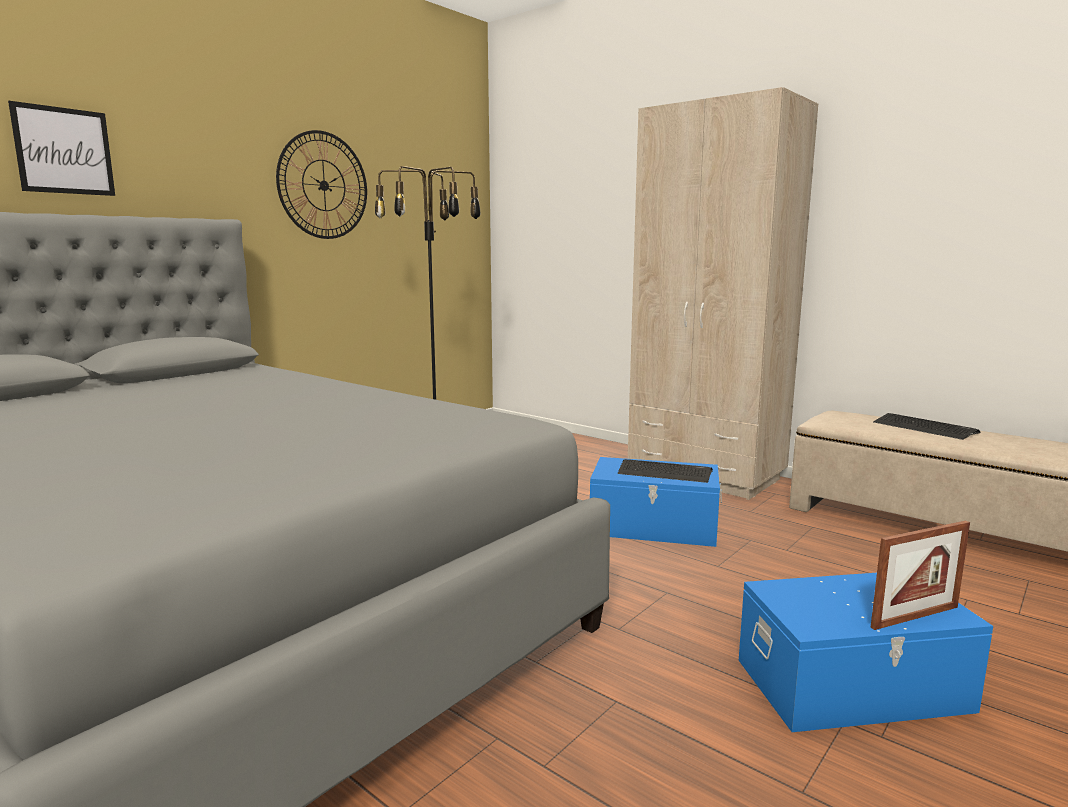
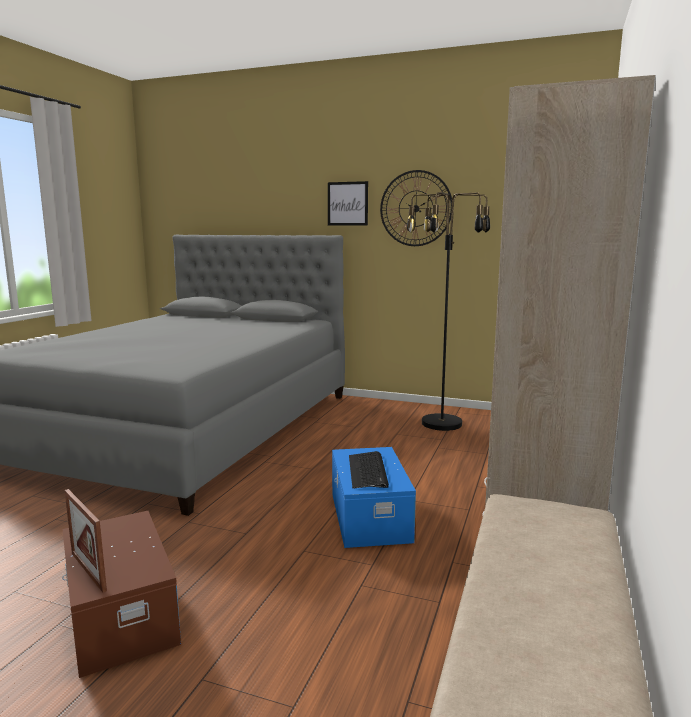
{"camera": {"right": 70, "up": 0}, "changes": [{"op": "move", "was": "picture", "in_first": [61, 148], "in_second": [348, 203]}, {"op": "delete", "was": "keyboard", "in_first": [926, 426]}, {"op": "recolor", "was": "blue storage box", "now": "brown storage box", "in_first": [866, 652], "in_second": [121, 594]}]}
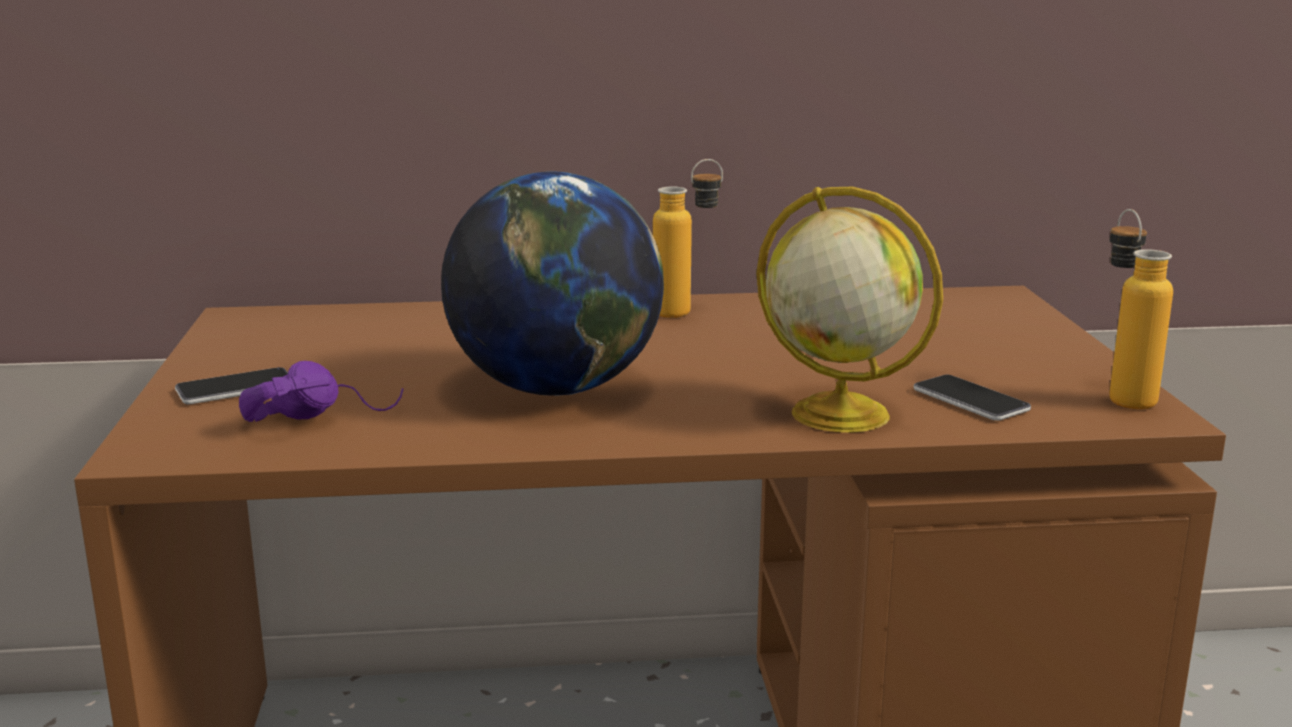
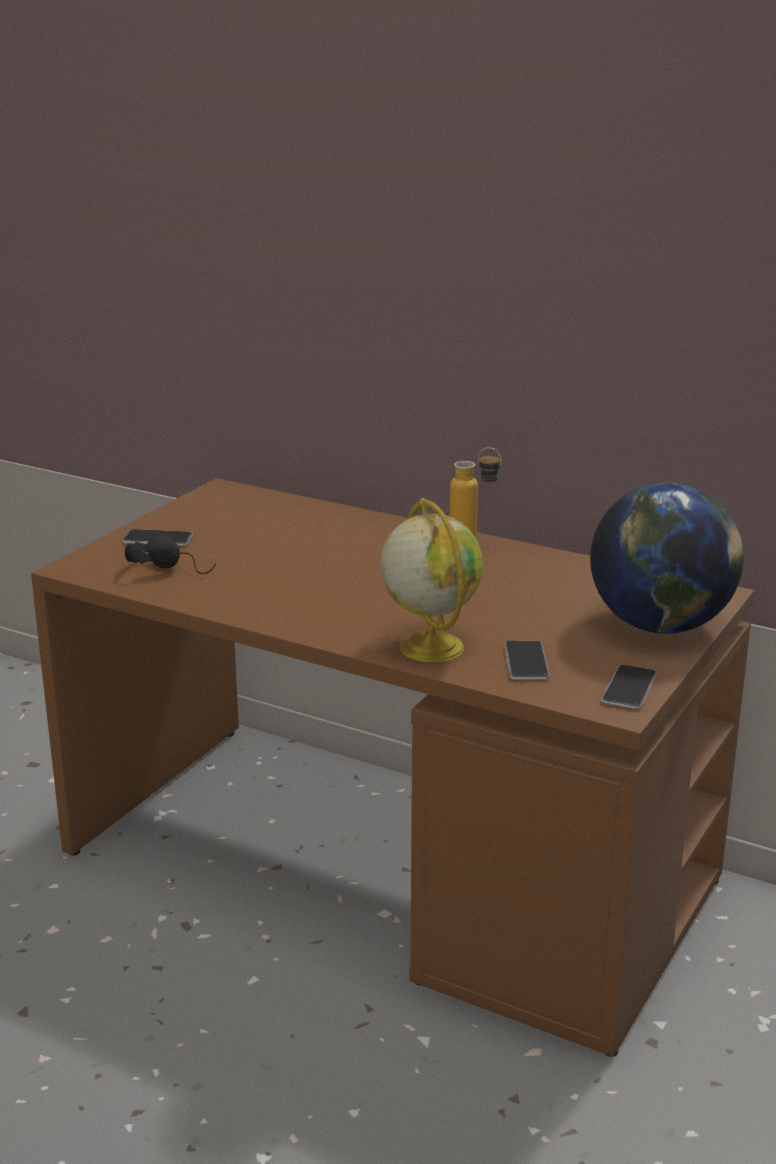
{"camera": {"right": 35, "up": 5}, "changes": [{"op": "move", "was": "globe", "in_first": [552, 283], "in_second": [667, 558]}, {"op": "replace", "was": "bottle", "now": "phone", "in_first": [1141, 309], "in_second": [629, 687]}, {"op": "recolor", "was": "purple headphones", "now": "black headphones", "in_first": [321, 391], "in_second": [170, 554]}]}
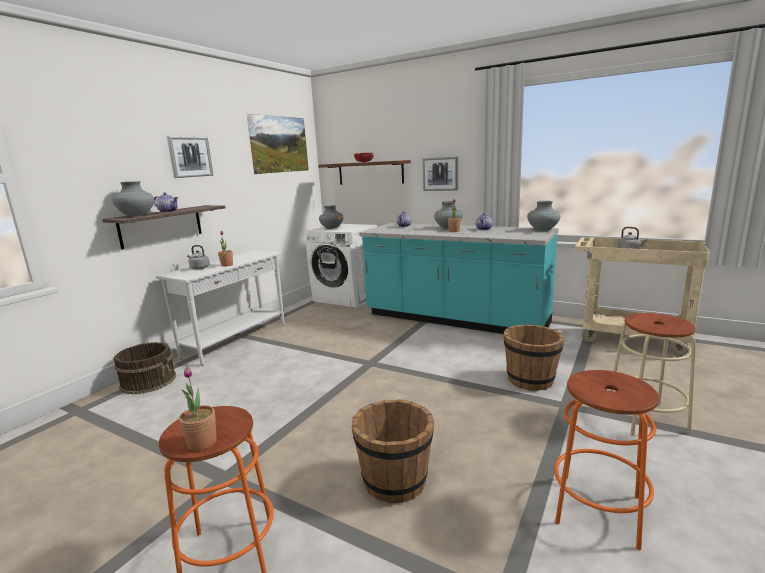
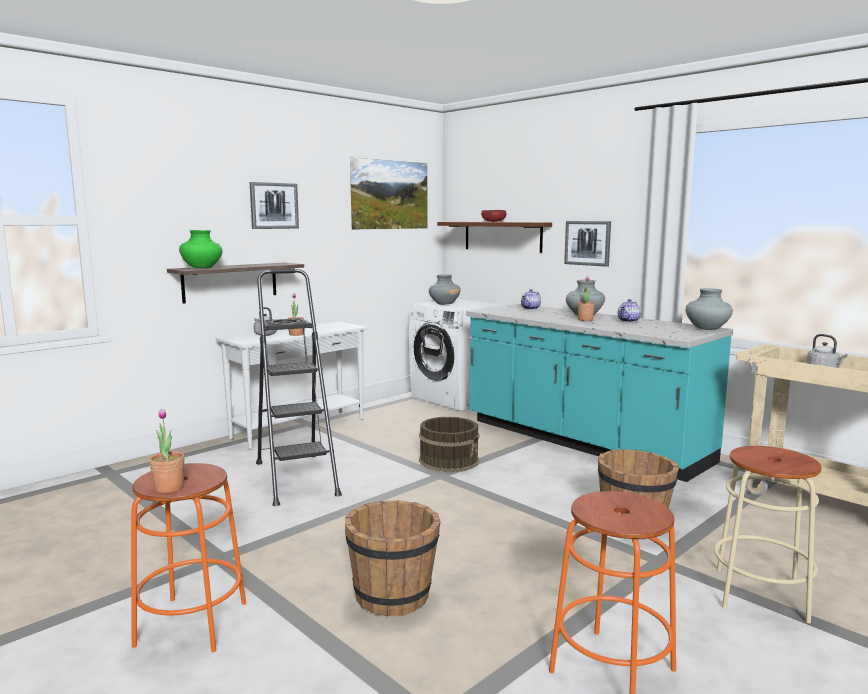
{"camera": {"right": 15, "up": -5}, "changes": [{"op": "recolor", "was": "grey vase", "now": "green vase", "in_first": [133, 198], "in_second": [201, 249]}, {"op": "delete", "was": "teapot", "in_first": [166, 203]}, {"op": "move", "was": "brown bucket", "in_first": [145, 368], "in_second": [449, 444]}, {"op": "insert", "now": "step ladder", "in_second": [299, 387]}]}
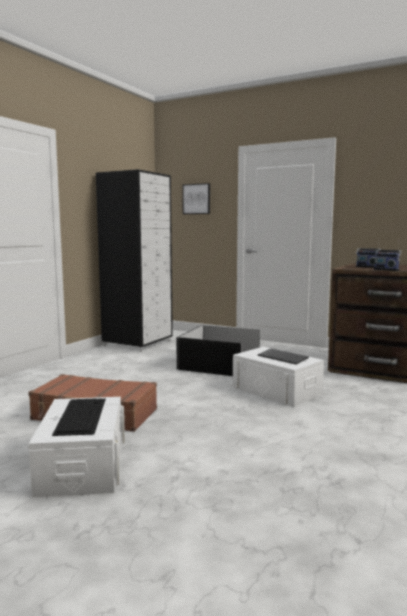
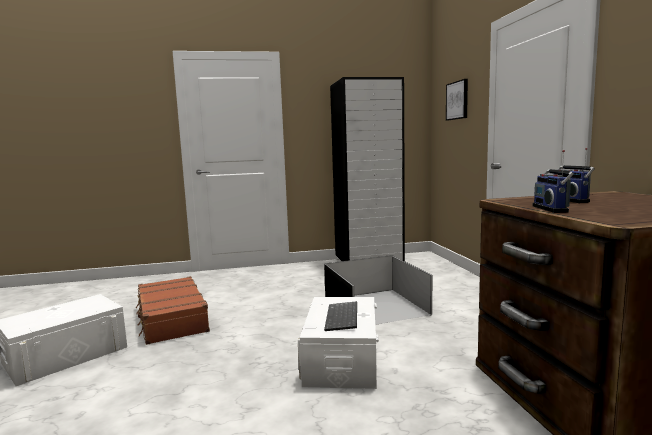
{"camera": {"right": 50, "up": 0}, "changes": [{"op": "delete", "was": "keyboard", "in_first": [79, 417]}]}
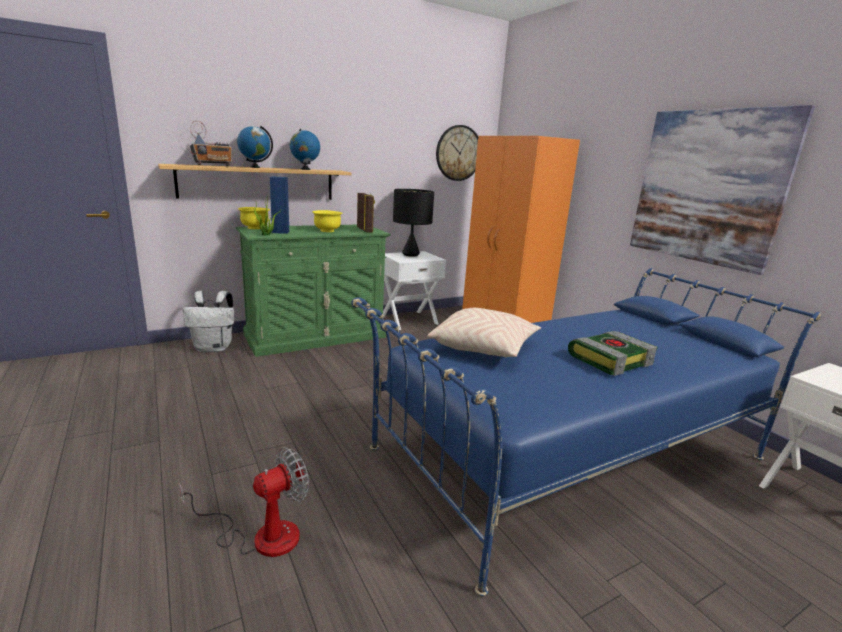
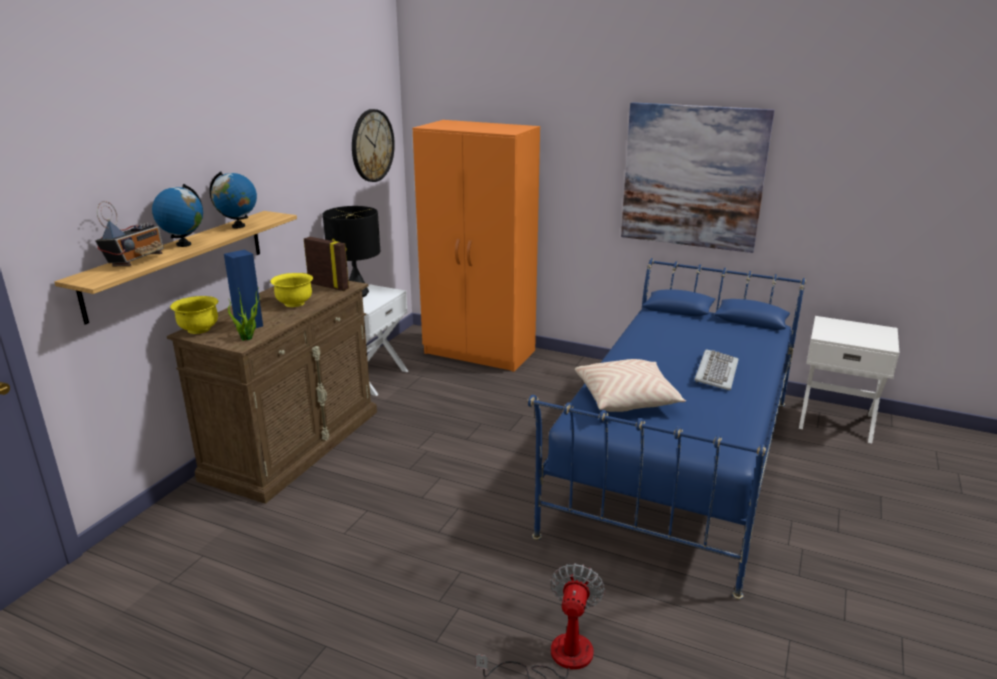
{"camera": {"right": -35, "up": 5}, "changes": [{"op": "recolor", "was": "green dresser", "now": "brown dresser", "in_first": [313, 291], "in_second": [272, 388]}, {"op": "delete", "was": "white backpack", "in_first": [208, 321]}, {"op": "replace", "was": "book", "now": "keyboard", "in_first": [612, 353], "in_second": [716, 369]}]}
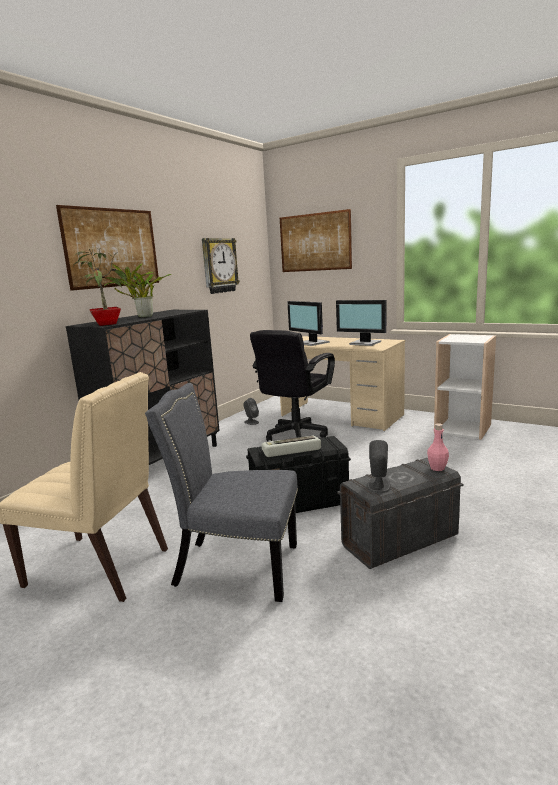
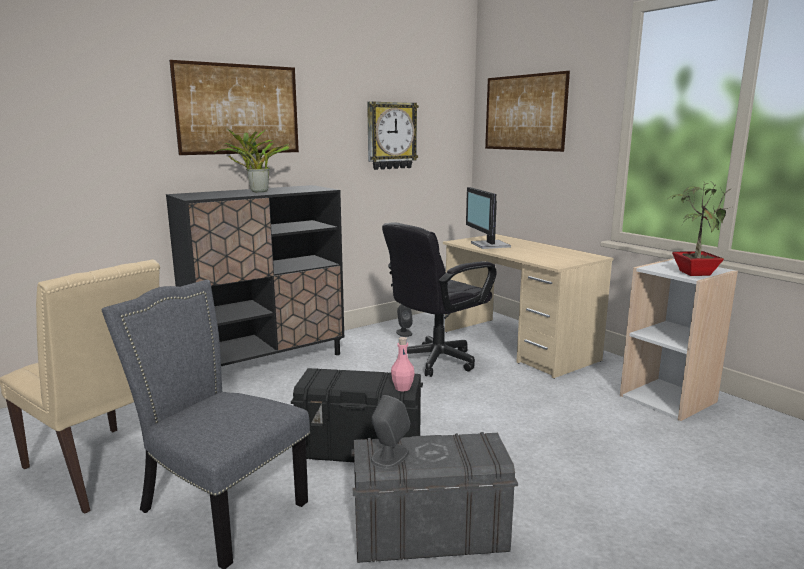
{"camera": {"right": 20, "up": 0}, "changes": [{"op": "move", "was": "potted plant", "in_first": [100, 287], "in_second": [700, 229]}, {"op": "delete", "was": "monitor", "in_first": [361, 323]}, {"op": "move", "was": "pink bottle", "in_first": [438, 447], "in_second": [403, 364]}, {"op": "delete", "was": "keyboard", "in_first": [291, 446]}]}
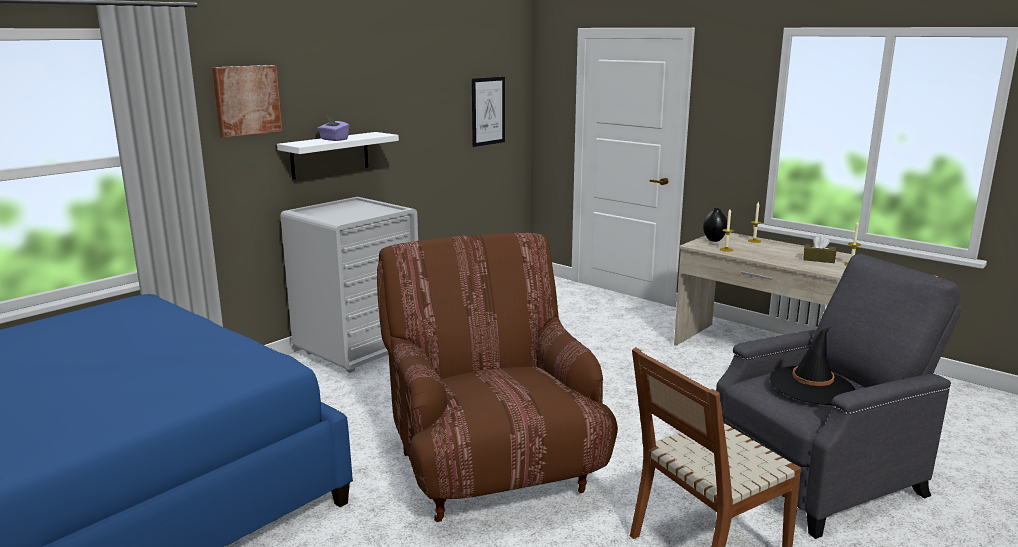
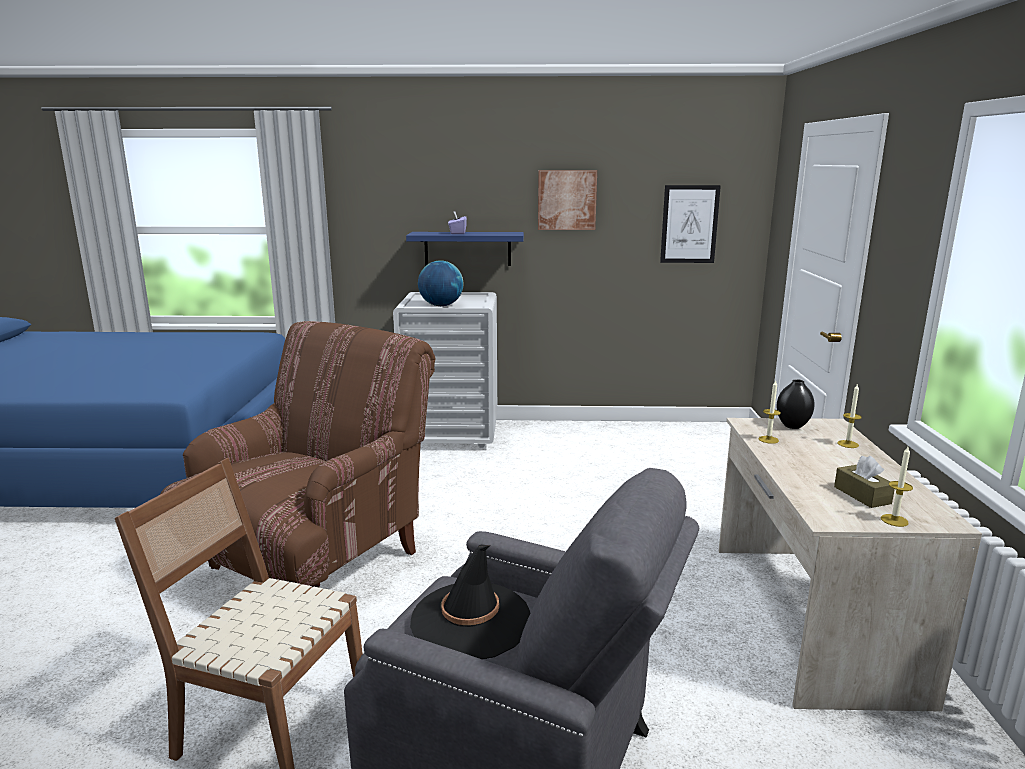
{"camera": {"right": 50, "up": 0}, "changes": [{"op": "move", "was": "picture", "in_first": [247, 101], "in_second": [567, 200]}, {"op": "recolor", "was": "white shelf", "now": "blue shelf", "in_first": [338, 155], "in_second": [465, 249]}, {"op": "insert", "now": "globe", "in_second": [440, 283]}]}
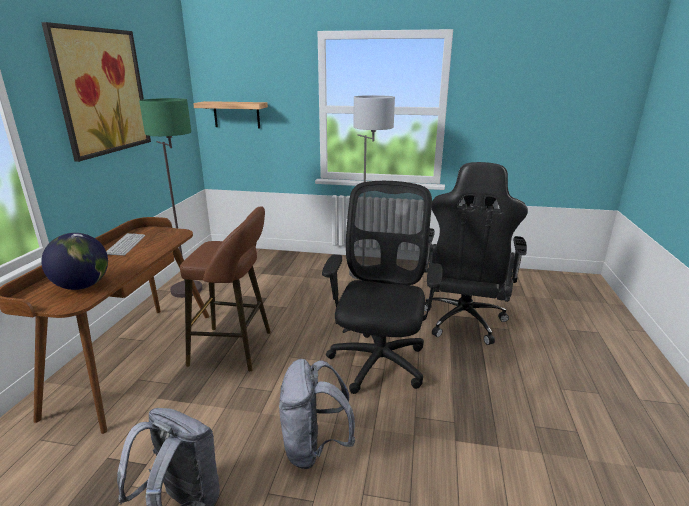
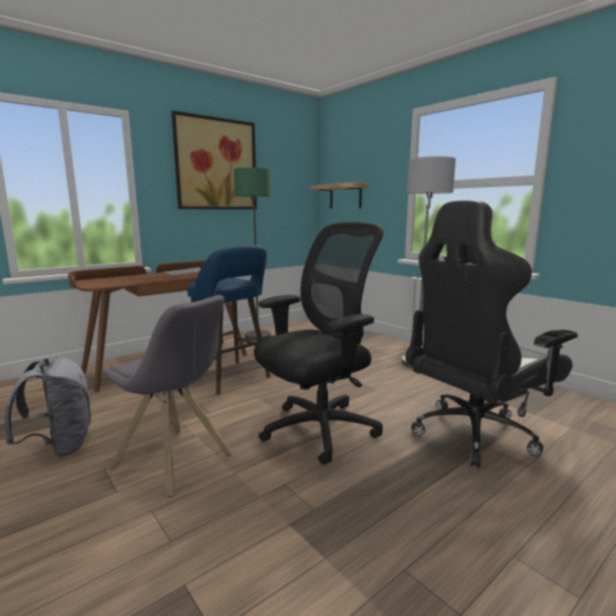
{"camera": {"right": 40, "up": -10}, "changes": [{"op": "recolor", "was": "brown stool", "now": "blue stool", "in_first": [225, 289], "in_second": [228, 320]}, {"op": "delete", "was": "globe", "in_first": [74, 261]}, {"op": "replace", "was": "grey backpack", "now": "grey chair", "in_first": [317, 414], "in_second": [167, 396]}]}
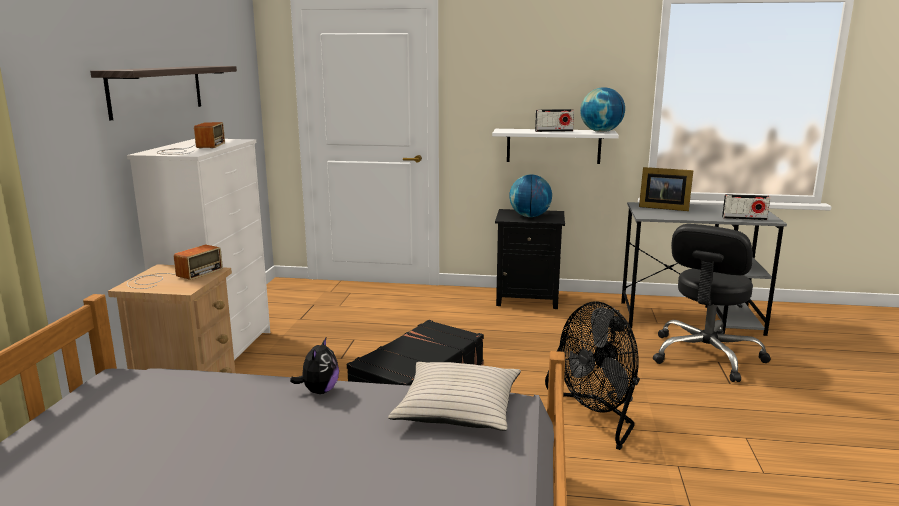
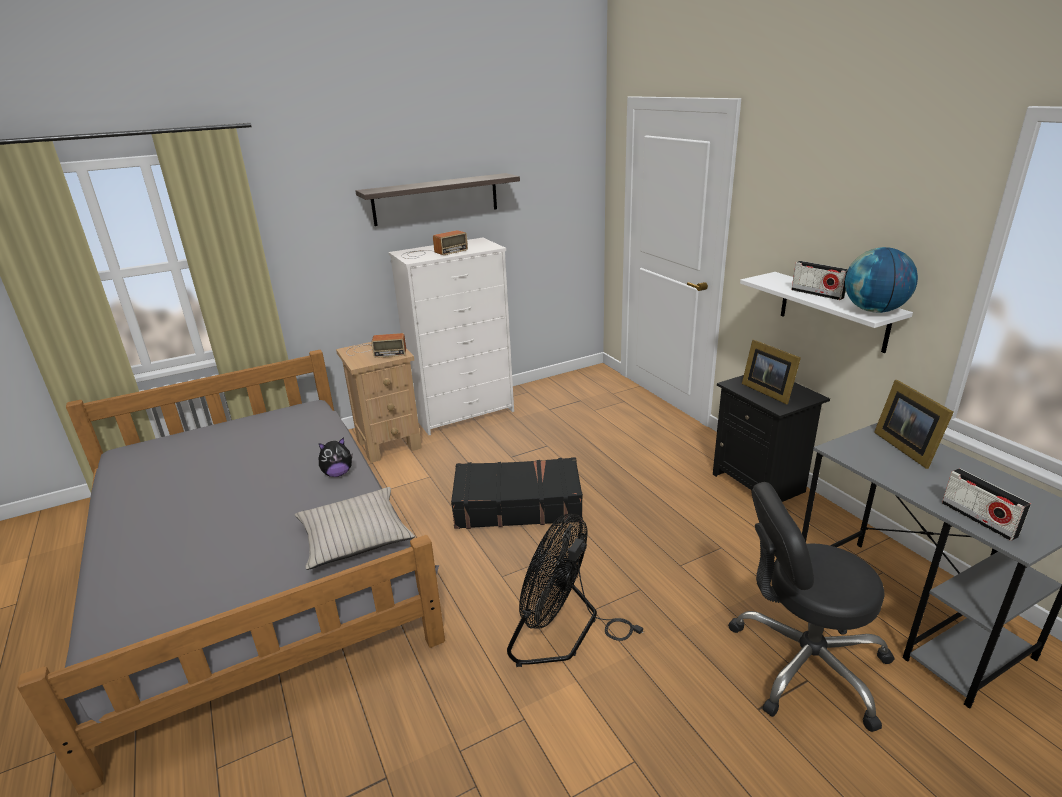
{"camera": {"right": 55, "up": 10}, "changes": [{"op": "replace", "was": "globe", "now": "picture frame", "in_first": [530, 196], "in_second": [771, 372]}]}
